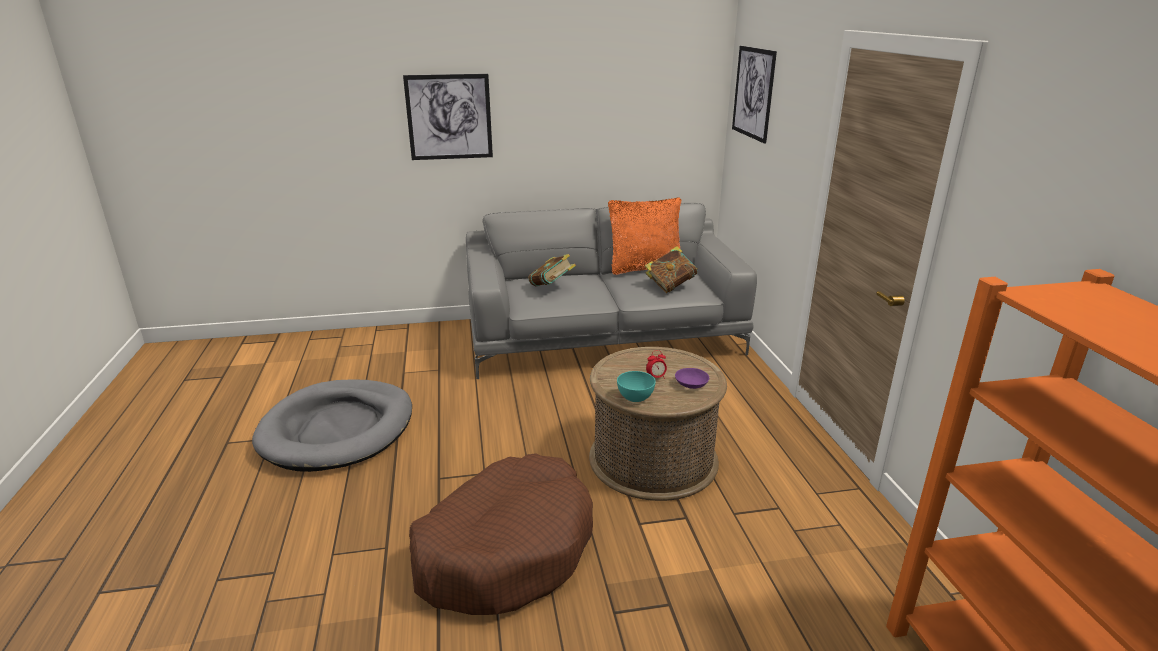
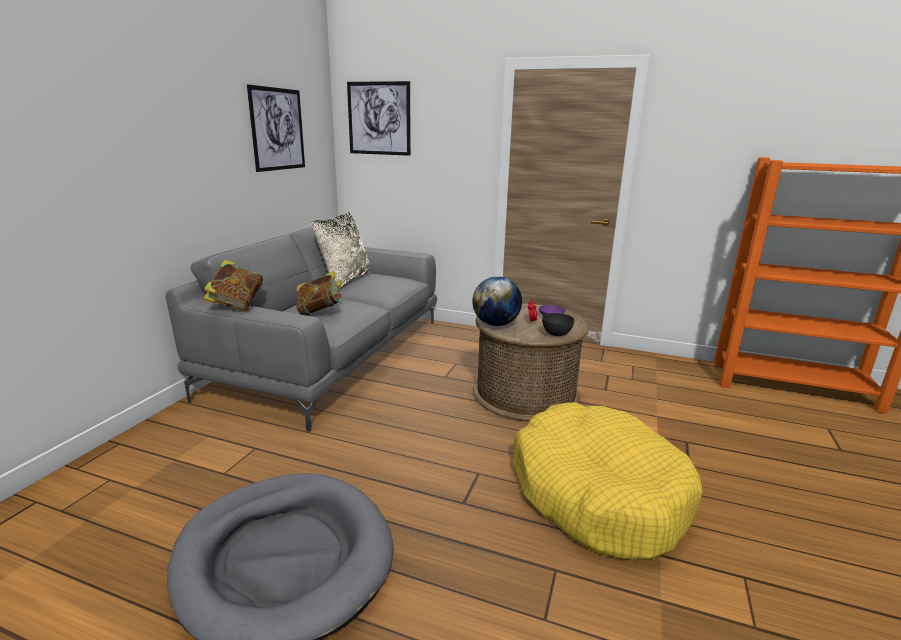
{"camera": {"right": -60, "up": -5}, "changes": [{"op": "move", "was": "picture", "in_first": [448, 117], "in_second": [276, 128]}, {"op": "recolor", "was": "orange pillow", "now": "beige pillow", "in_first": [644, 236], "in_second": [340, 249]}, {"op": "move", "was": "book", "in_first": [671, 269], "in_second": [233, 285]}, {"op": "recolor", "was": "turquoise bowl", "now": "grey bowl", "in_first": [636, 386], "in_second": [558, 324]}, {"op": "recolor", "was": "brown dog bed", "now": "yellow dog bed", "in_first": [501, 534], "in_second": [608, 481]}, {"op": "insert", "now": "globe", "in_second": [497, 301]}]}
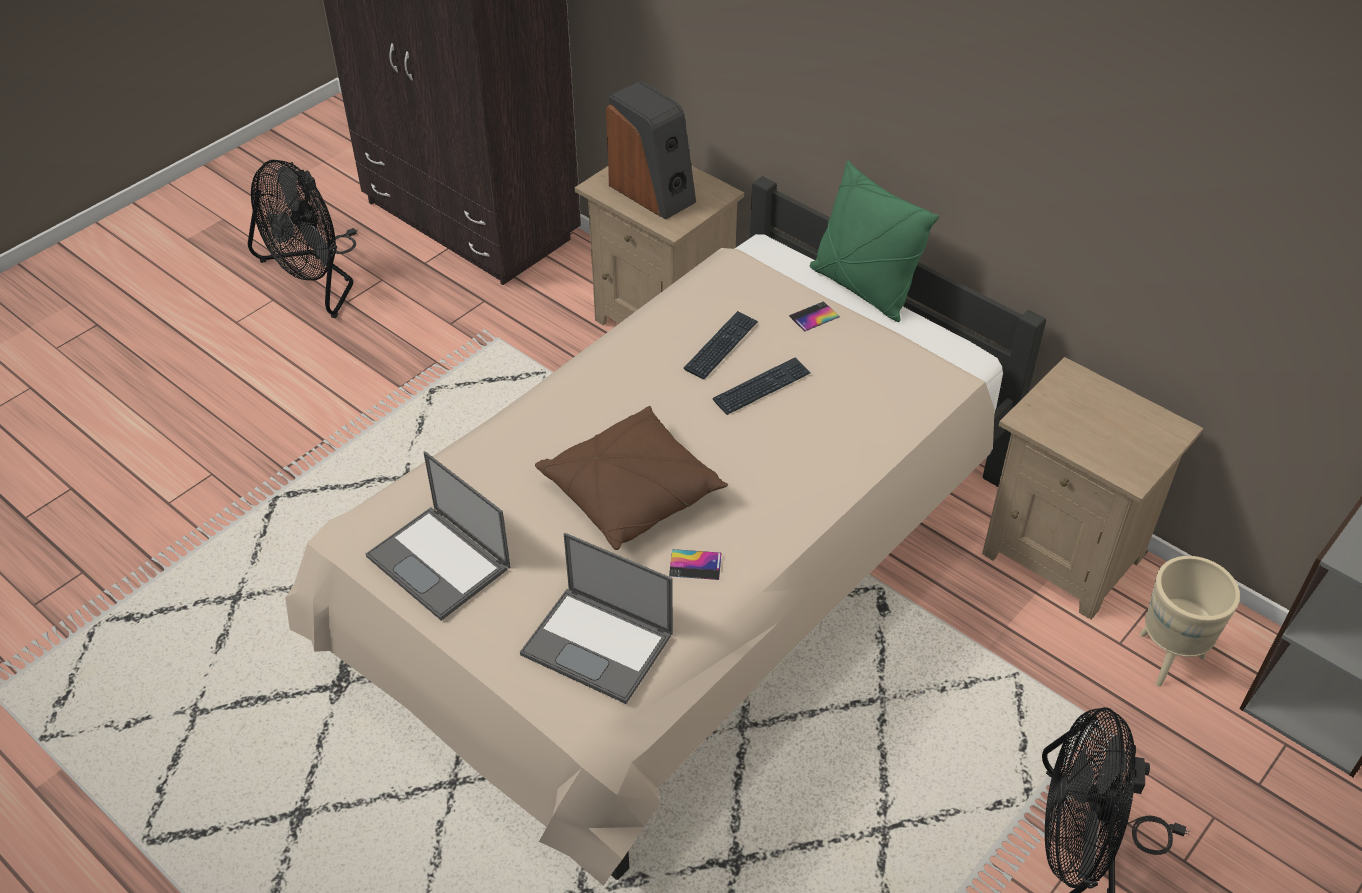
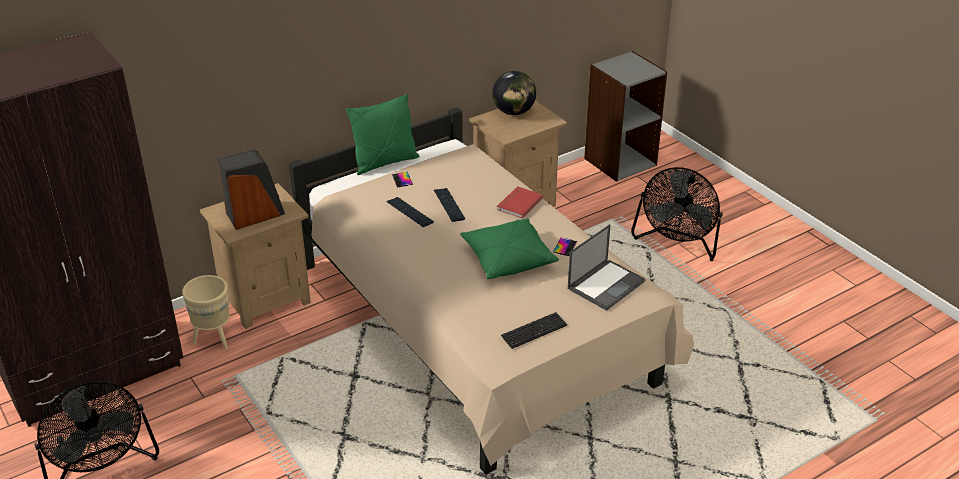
{"camera": {"right": -75, "up": -10}, "changes": [{"op": "recolor", "was": "brown pillow", "now": "green pillow", "in_first": [631, 478], "in_second": [509, 248]}, {"op": "replace", "was": "laptop", "now": "keyboard", "in_first": [438, 536], "in_second": [534, 330]}, {"op": "move", "was": "beige planter", "in_first": [1190, 621], "in_second": [206, 312]}, {"op": "insert", "now": "globe", "in_second": [514, 93]}, {"op": "insert", "now": "red book", "in_second": [520, 202]}]}
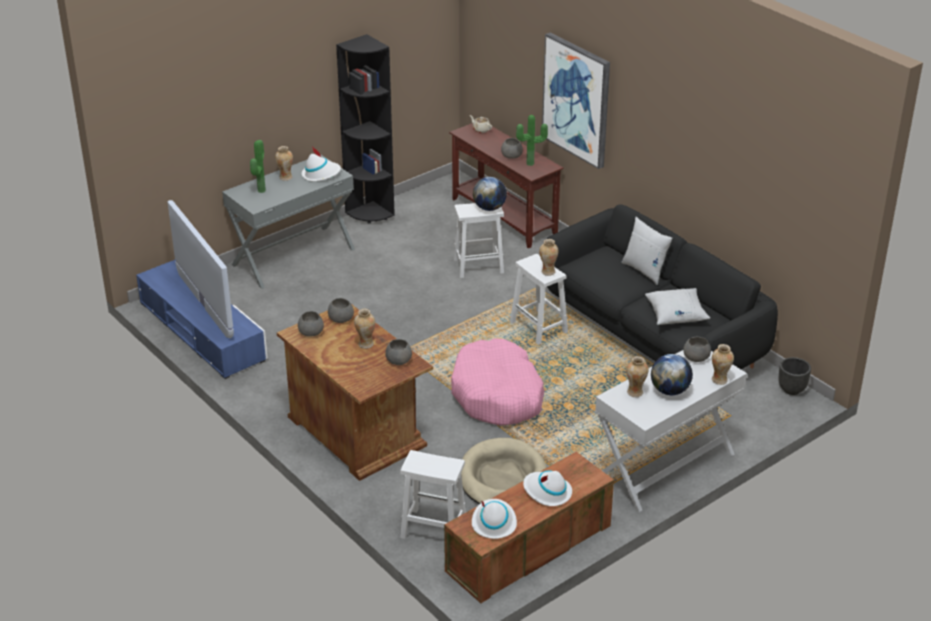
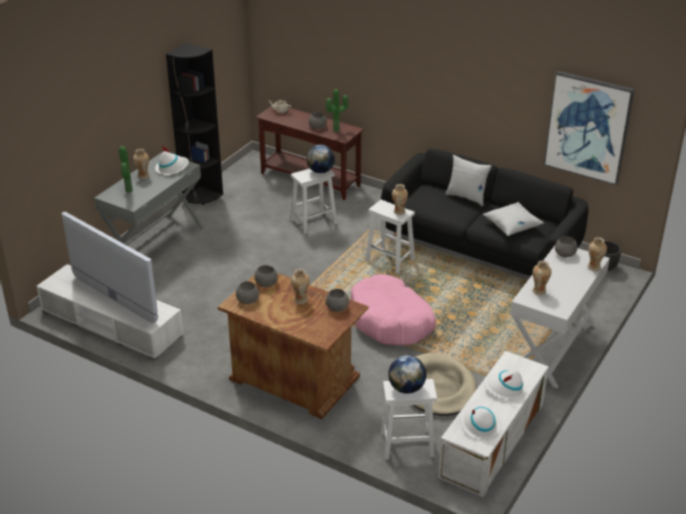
{"camera": {"right": -20, "up": 0}, "changes": [{"op": "move", "was": "picture", "in_first": [576, 100], "in_second": [589, 128]}, {"op": "recolor", "was": "blue tv stand", "now": "white tv stand", "in_first": [202, 319], "in_second": [109, 312]}, {"op": "move", "was": "globe", "in_first": [672, 374], "in_second": [407, 374]}, {"op": "recolor", "was": "brown bench", "now": "white bench", "in_first": [529, 527], "in_second": [493, 424]}]}
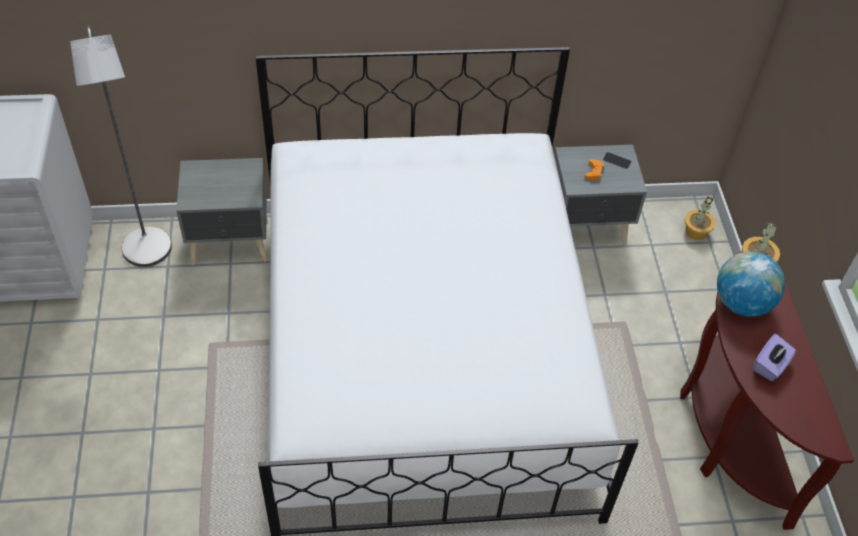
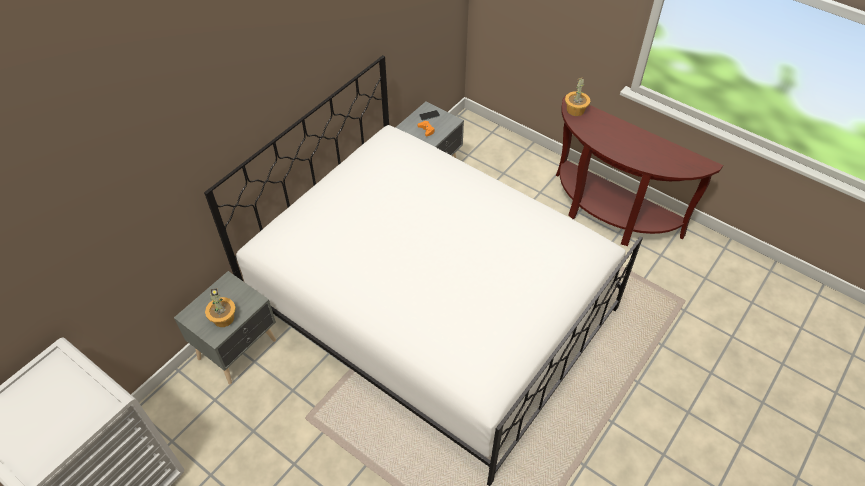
{"camera": {"right": -45, "up": 0}, "changes": [{"op": "delete", "was": "grey floor lamp", "in_first": [121, 146]}, {"op": "move", "was": "potted plant", "in_first": [700, 218], "in_second": [220, 307]}, {"op": "delete", "was": "globe", "in_first": [751, 284]}, {"op": "delete", "was": "purple tissue box", "in_first": [774, 357]}]}
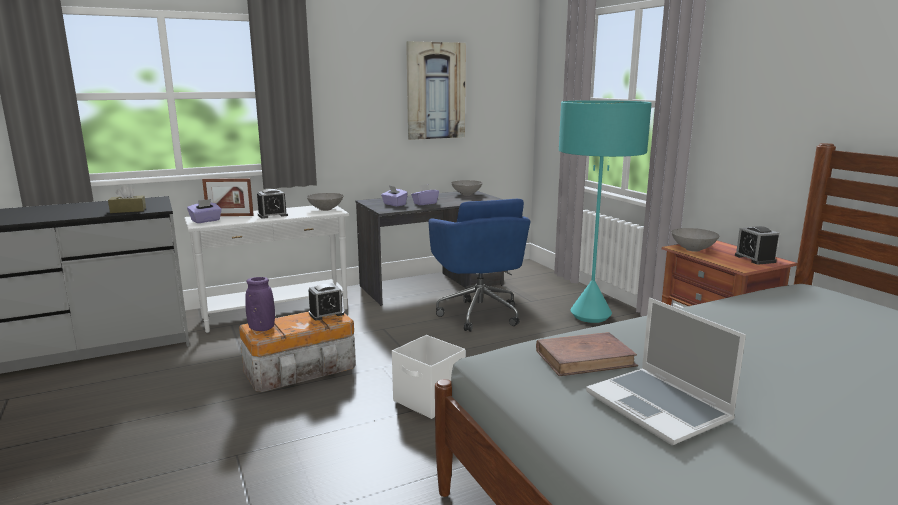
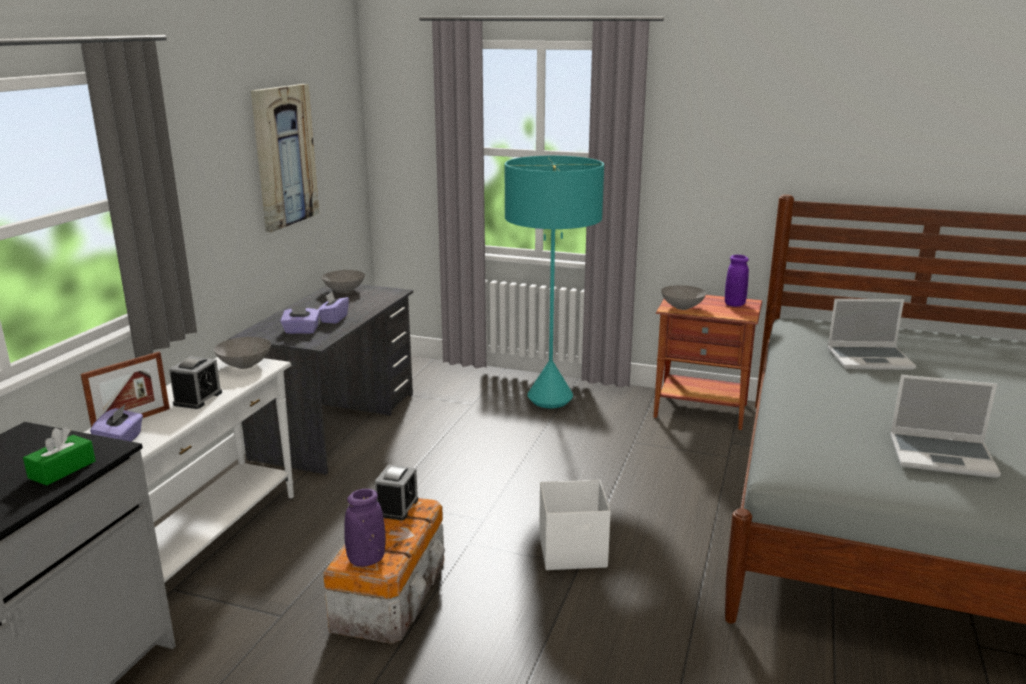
{"camera": {"right": -45, "up": 5}, "changes": [{"op": "recolor", "was": "brown tissue box", "now": "green tissue box", "in_first": [127, 199], "in_second": [59, 456]}, {"op": "delete", "was": "blue office chair", "in_first": [479, 265]}, {"op": "replace", "was": "alarm clock", "now": "purple vase", "in_first": [757, 245], "in_second": [737, 281]}, {"op": "delete", "was": "brown book", "in_first": [587, 354]}, {"op": "insert", "now": "laptop", "in_second": [871, 334]}]}
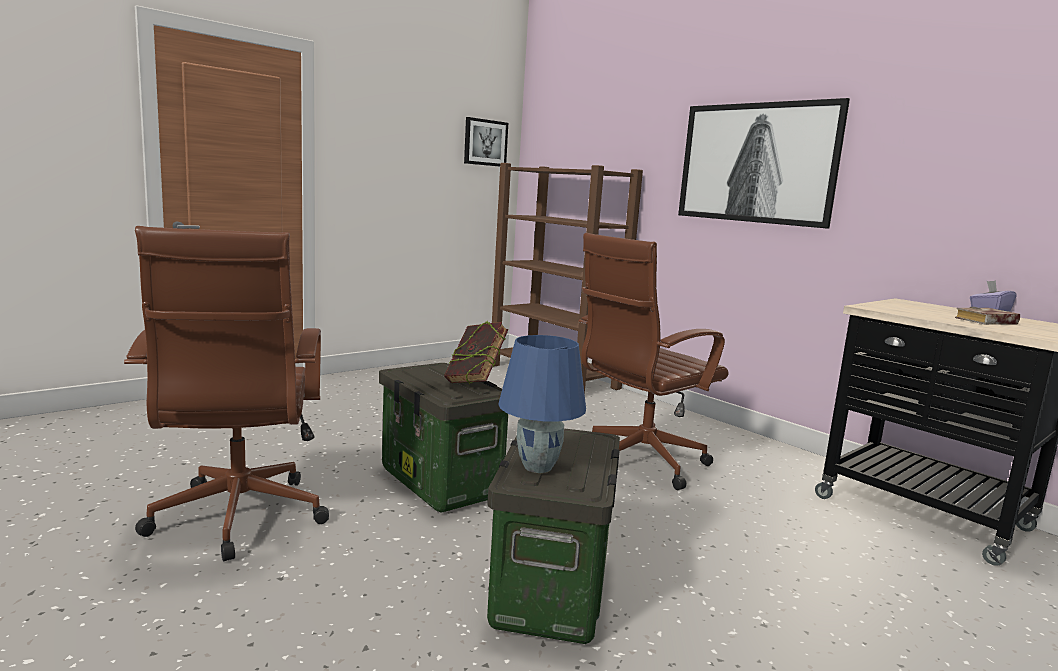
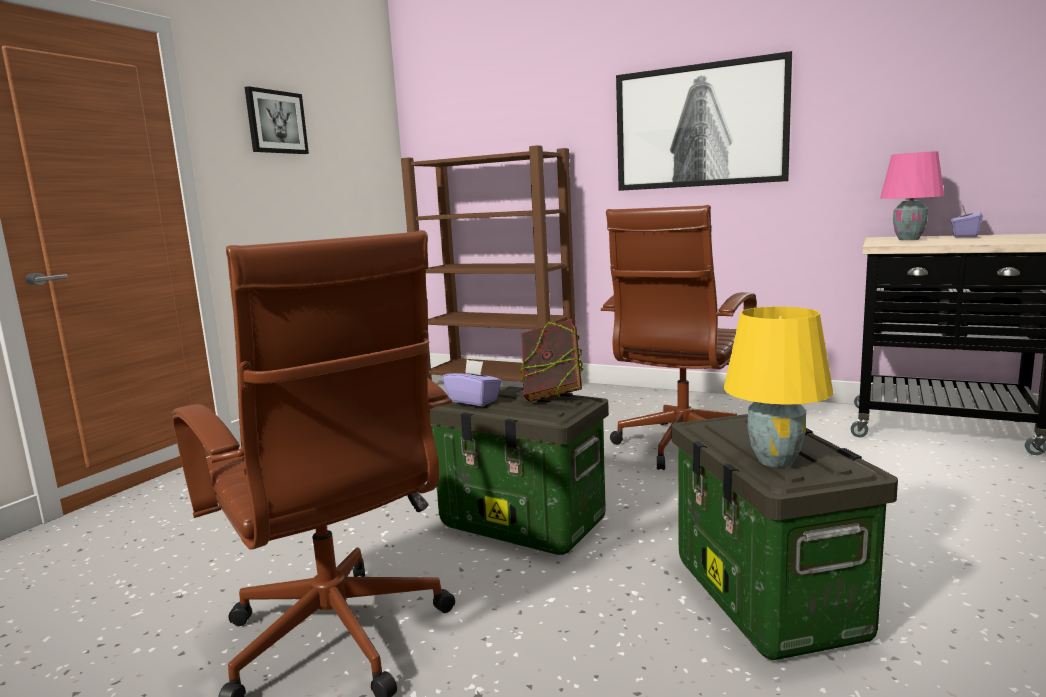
{"camera": {"right": -20, "up": 0}, "changes": [{"op": "move", "was": "picture", "in_first": [486, 142], "in_second": [277, 120]}, {"op": "delete", "was": "book", "in_first": [987, 316]}, {"op": "recolor", "was": "blue table lamp", "now": "yellow table lamp", "in_first": [542, 404], "in_second": [778, 387]}, {"op": "insert", "now": "pink table lamp", "in_second": [912, 195]}, {"op": "insert", "now": "purple tissue box", "in_second": [472, 383]}]}
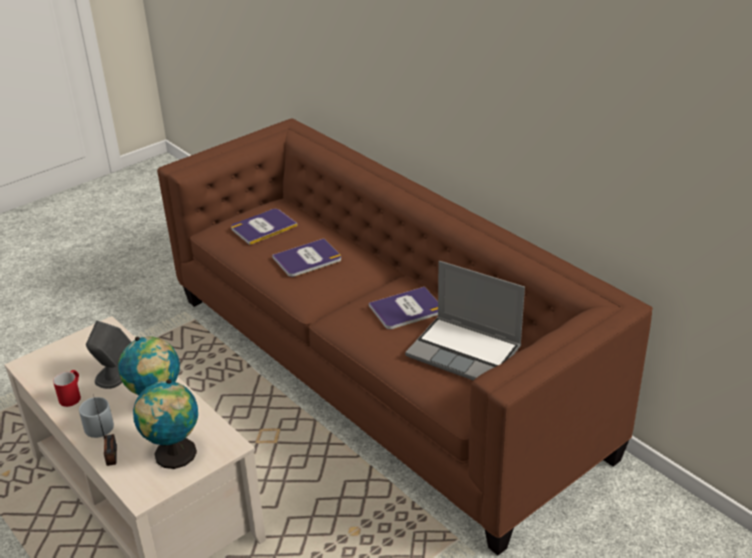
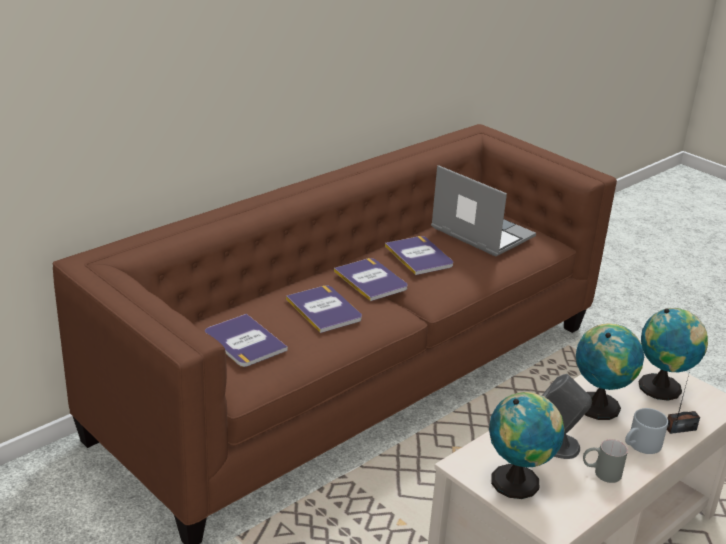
{"camera": {"right": -95, "up": -5}, "changes": [{"op": "rotate", "was": "laptop", "in_first": [465, 321], "in_second": [483, 211], "clockwise": -75}, {"op": "recolor", "was": "red mug", "now": "grey mug", "in_first": [67, 388], "in_second": [605, 461]}, {"op": "insert", "now": "book", "in_second": [371, 279]}, {"op": "insert", "now": "globe", "in_second": [527, 445]}]}
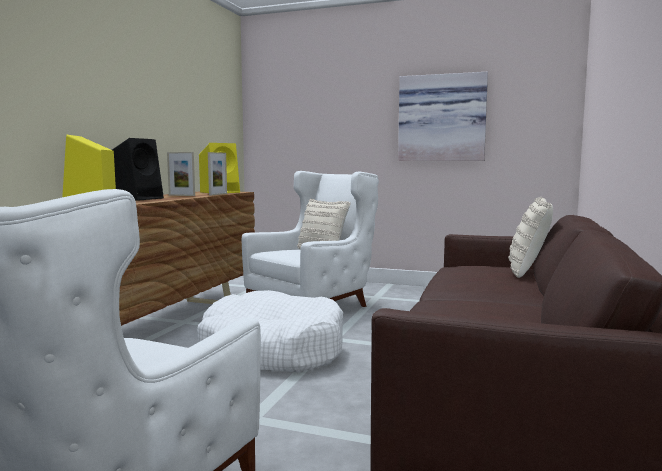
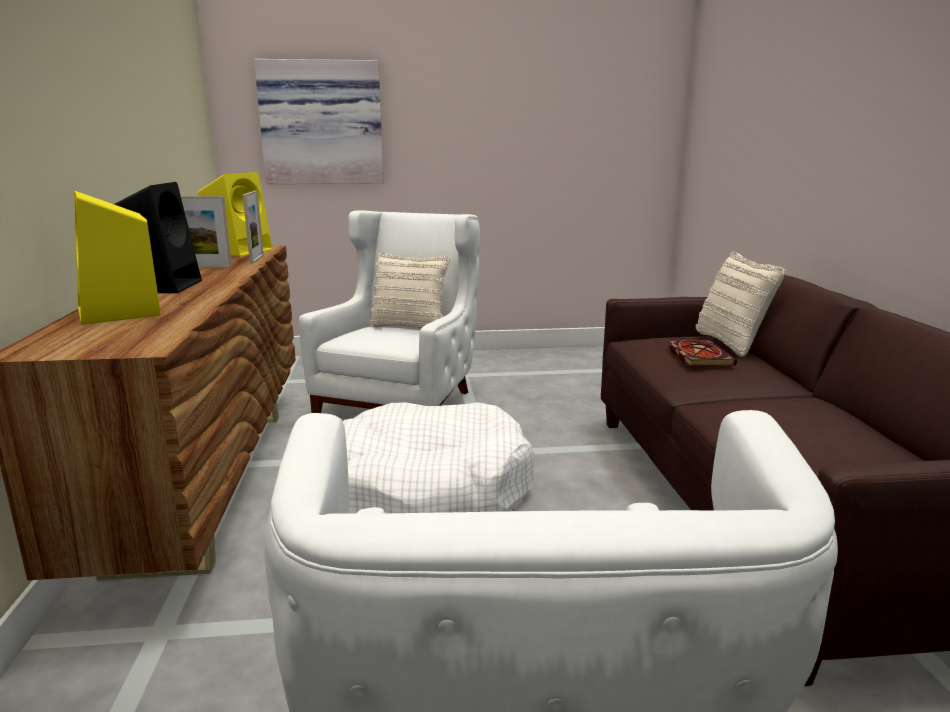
{"camera": {"right": -25, "up": 10}, "changes": [{"op": "move", "was": "picture", "in_first": [443, 116], "in_second": [319, 121]}, {"op": "insert", "now": "book", "in_second": [702, 353]}]}
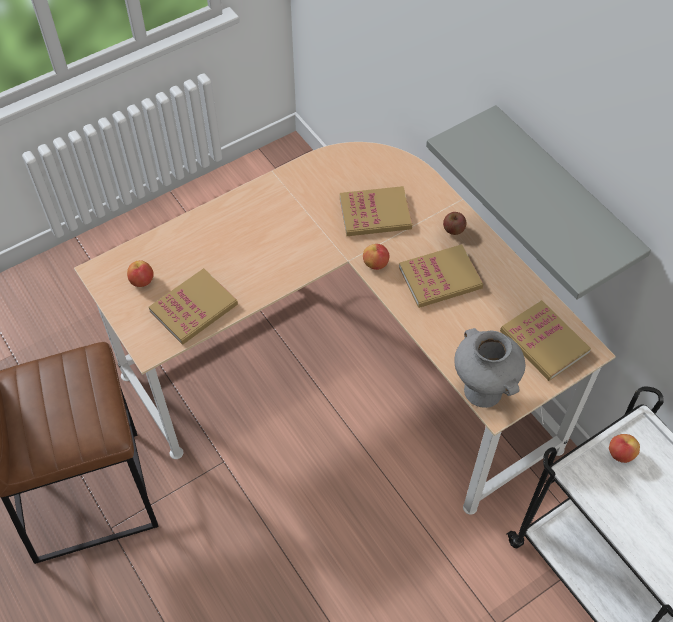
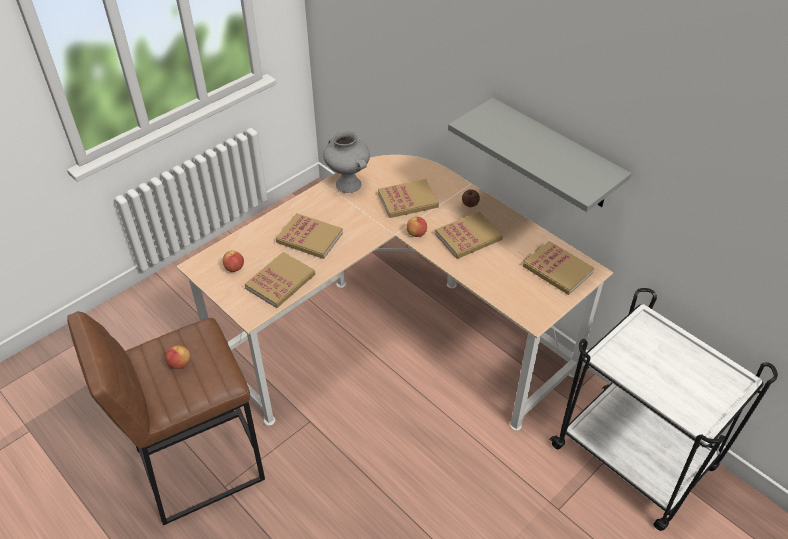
{"camera": {"right": -10, "up": -10}, "changes": [{"op": "move", "was": "grey vase", "in_first": [489, 368], "in_second": [346, 161]}, {"op": "move", "was": "apple", "in_first": [624, 448], "in_second": [178, 357]}, {"op": "insert", "now": "book", "in_second": [309, 236]}]}
